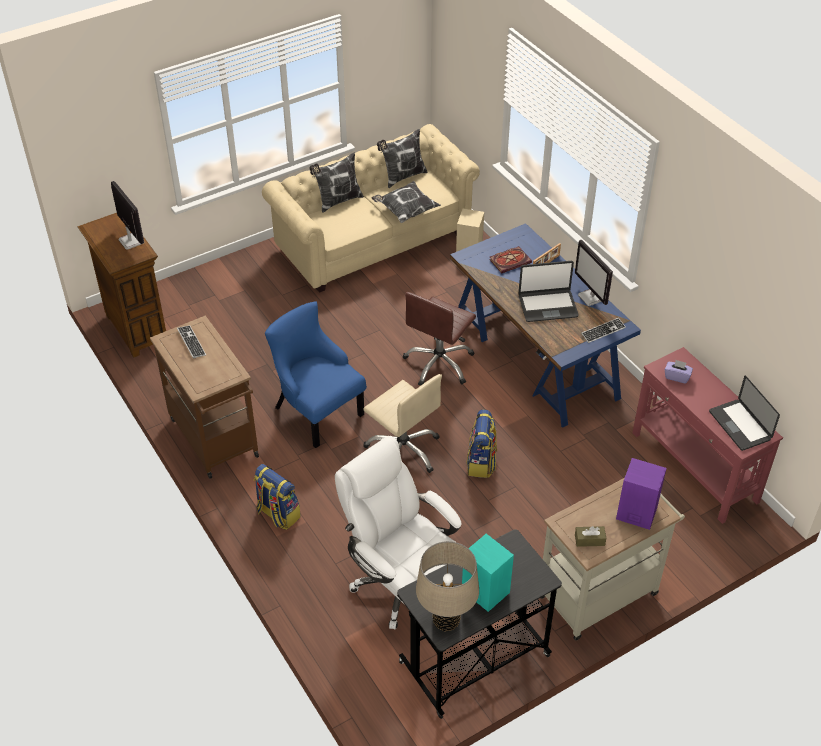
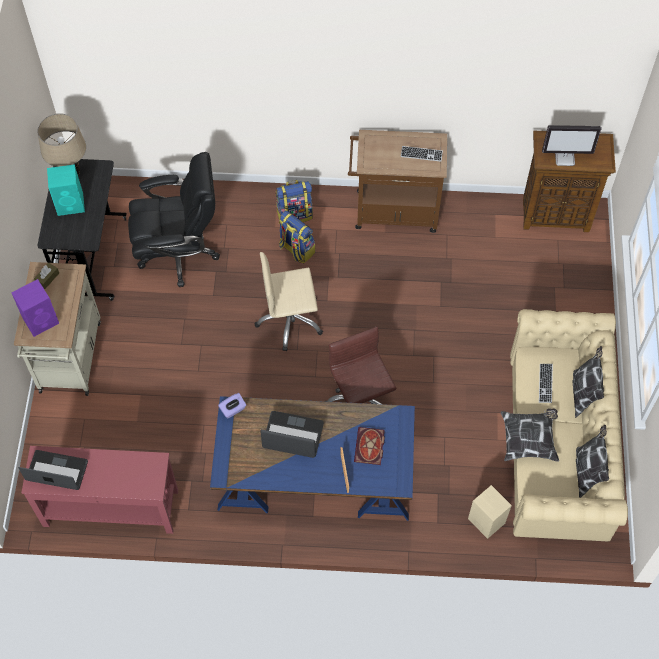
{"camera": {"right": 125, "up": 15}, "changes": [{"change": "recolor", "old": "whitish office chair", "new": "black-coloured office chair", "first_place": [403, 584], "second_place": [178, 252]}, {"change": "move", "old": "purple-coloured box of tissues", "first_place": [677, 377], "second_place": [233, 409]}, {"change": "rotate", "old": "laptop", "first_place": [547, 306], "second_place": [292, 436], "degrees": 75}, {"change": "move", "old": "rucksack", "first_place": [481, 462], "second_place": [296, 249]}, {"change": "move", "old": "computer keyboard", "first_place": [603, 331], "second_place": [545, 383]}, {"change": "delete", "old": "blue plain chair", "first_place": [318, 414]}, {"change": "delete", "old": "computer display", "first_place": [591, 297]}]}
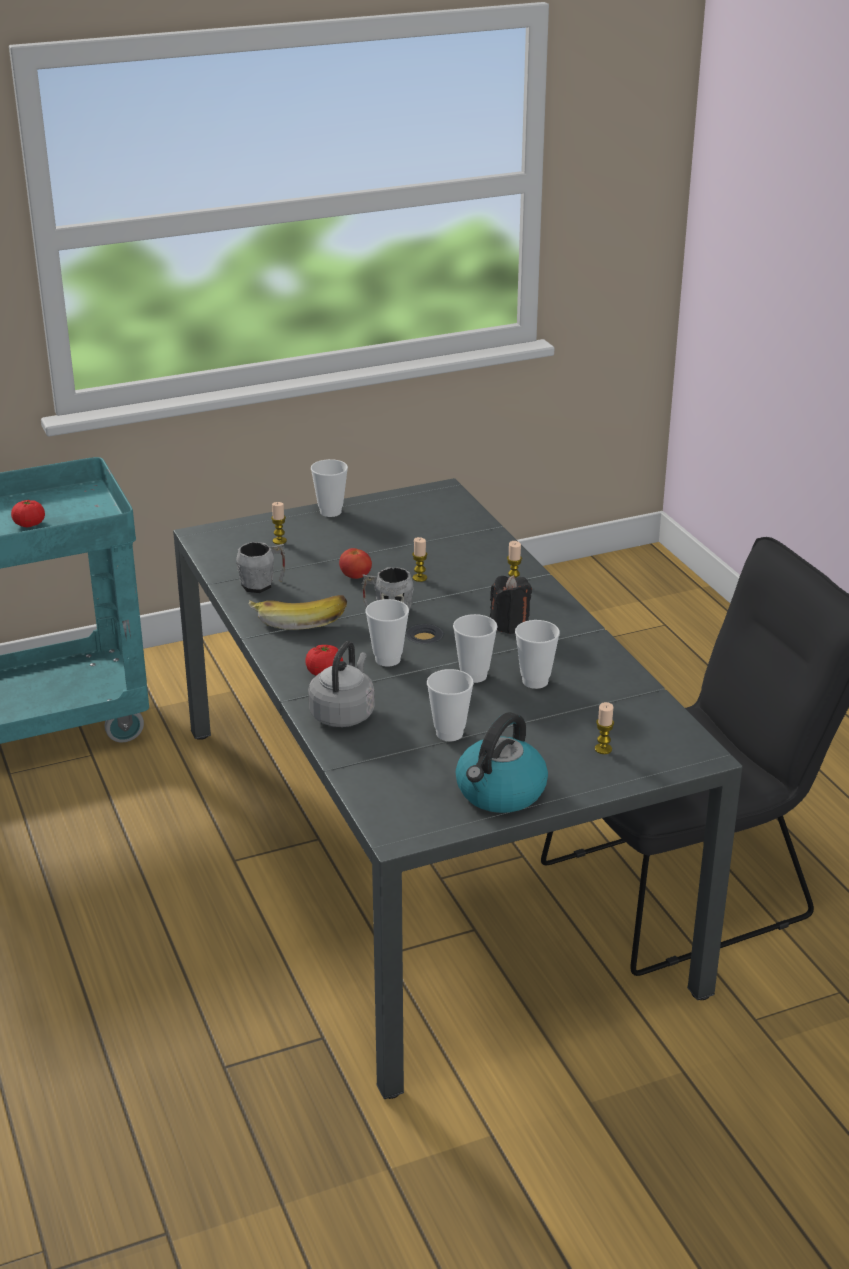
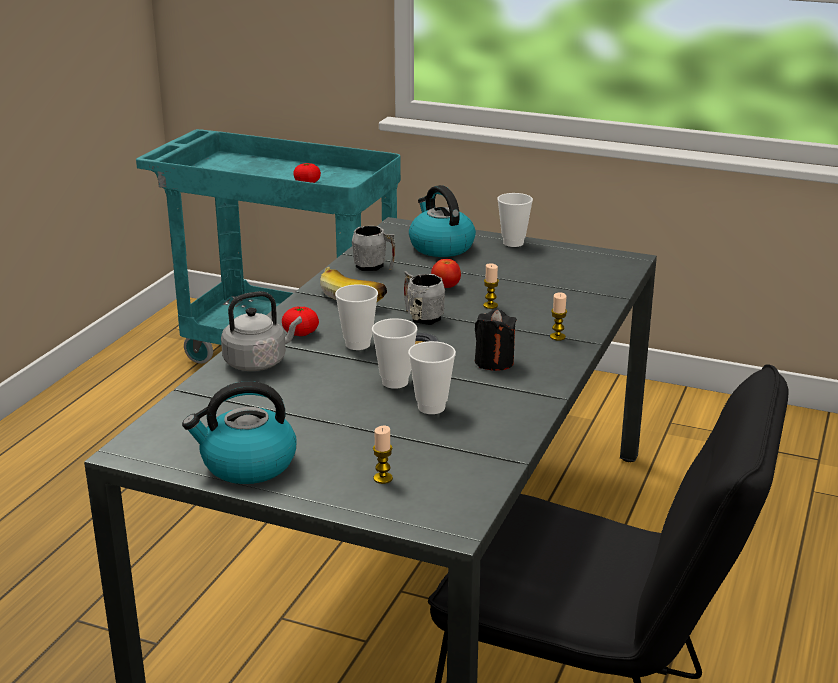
{"camera": {"right": 45, "up": -5}, "changes": [{"change": "replace", "old": "candle", "new": "tea kettle", "first_place": [279, 541], "second_place": [440, 247]}, {"change": "delete", "old": "drinking cup", "first_place": [449, 733]}]}
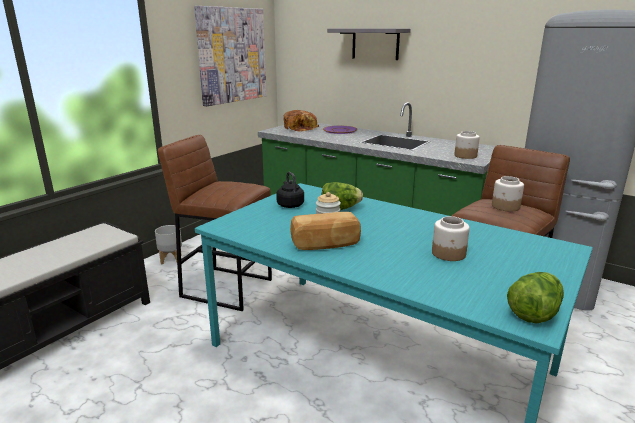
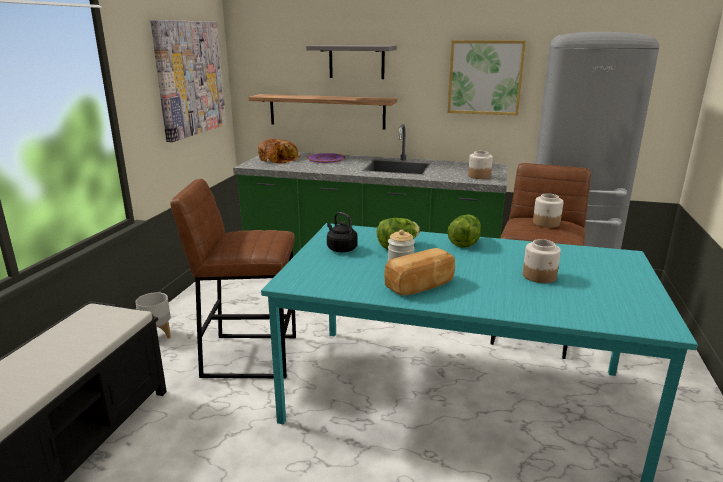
{"camera": {"right": -20, "up": 0}, "changes": [{"change": "insert", "new": "wall shelf", "second_place": [326, 111]}, {"change": "insert", "new": "wall picture", "second_place": [485, 77]}, {"change": "move", "old": "lettuce", "first_place": [534, 313], "second_place": [464, 243]}]}
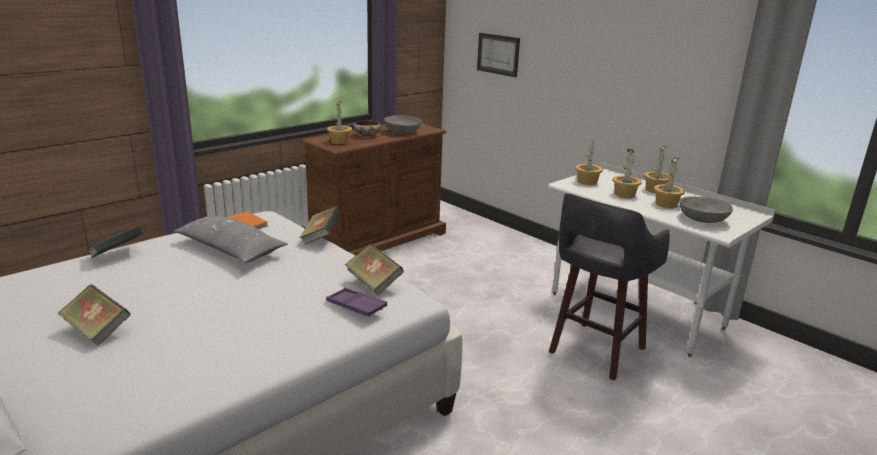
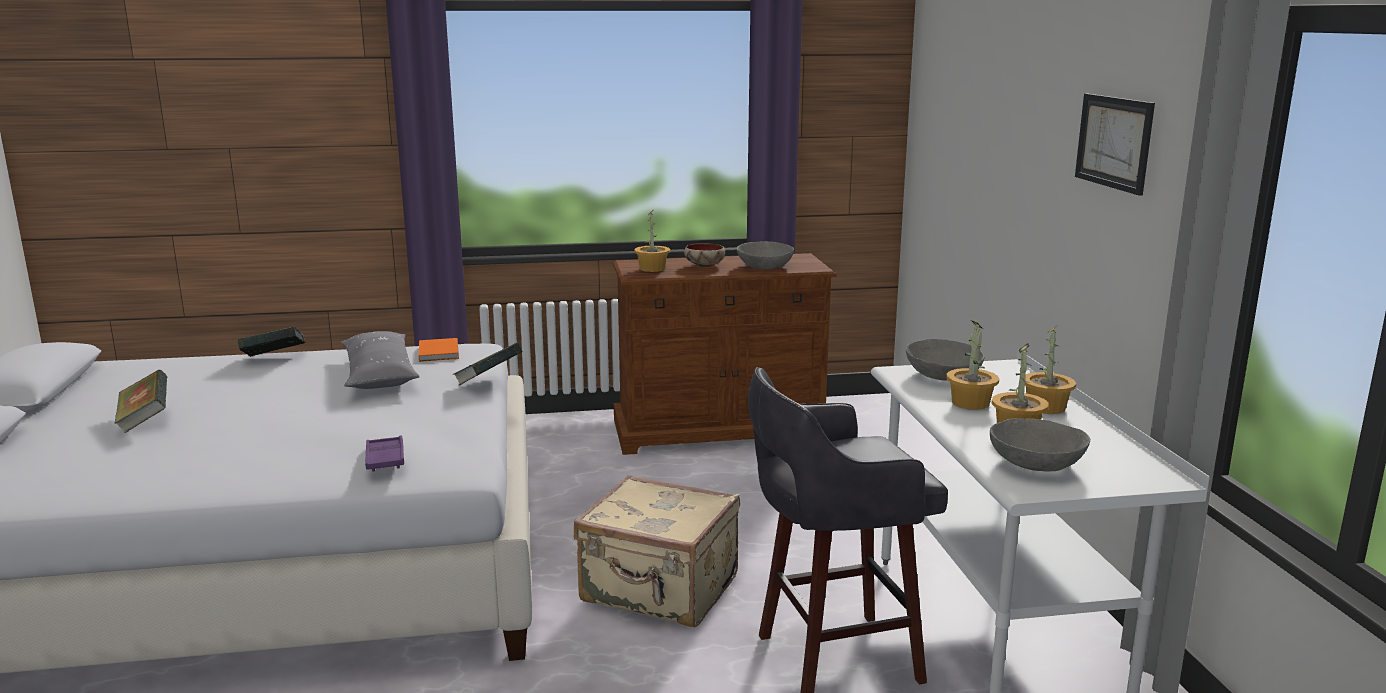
{"camera": {"right": 35, "up": -5}, "changes": [{"change": "insert", "new": "beige piece of luggage", "second_place": [659, 591]}, {"change": "replace", "old": "houseplant", "new": "gray serving bowl", "first_place": [586, 182], "second_place": [942, 375]}, {"change": "move", "old": "wall picture", "first_place": [498, 54], "second_place": [1114, 142]}, {"change": "delete", "old": "volume", "first_place": [373, 283]}]}
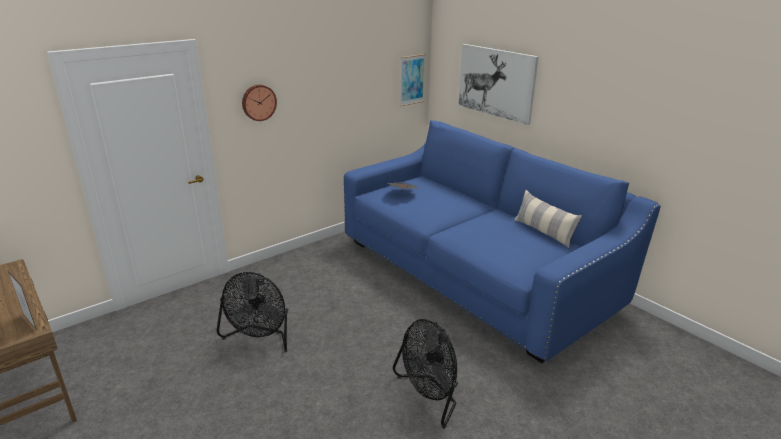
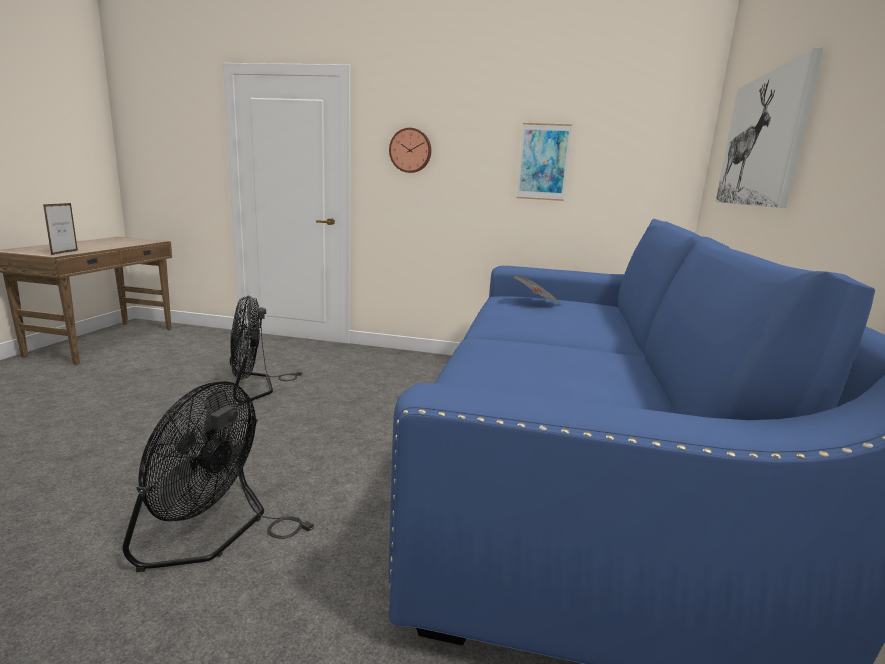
{"camera": {"right": 50, "up": -10}, "changes": [{"change": "move", "old": "wall picture", "first_place": [412, 80], "second_place": [543, 162]}, {"change": "delete", "old": "cushion", "first_place": [543, 232]}]}
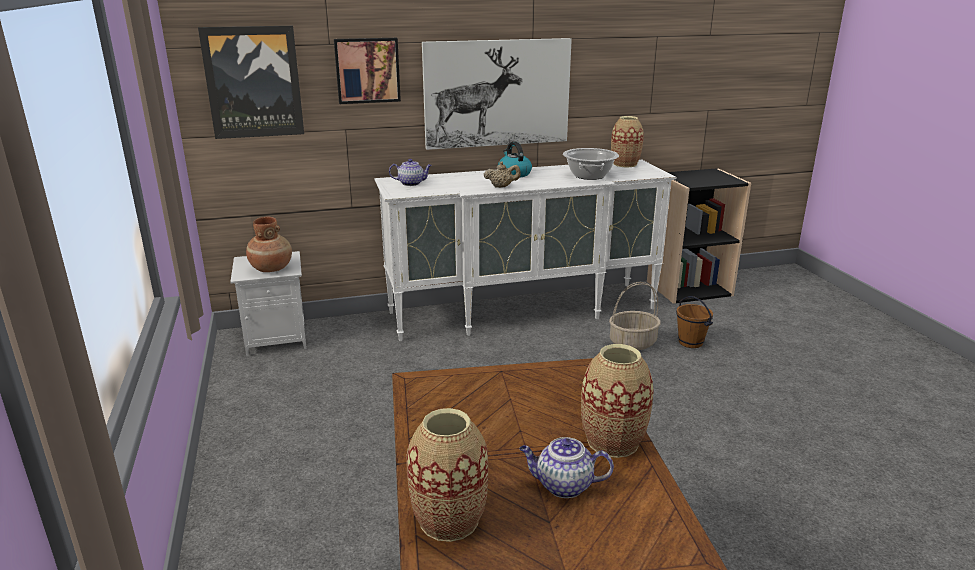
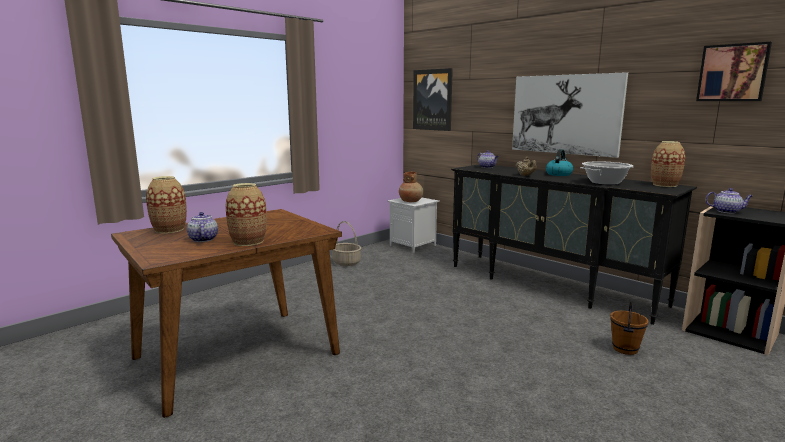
{"camera": {"right": 60, "up": -10}, "changes": [{"change": "move", "old": "household basket", "first_place": [633, 342], "second_place": [346, 262]}, {"change": "recolor", "old": "whitish cupboard", "new": "black-coloured cupboard", "first_place": [523, 311], "second_place": [550, 285]}, {"change": "move", "old": "wall picture", "first_place": [367, 70], "second_place": [733, 73]}, {"change": "insert", "new": "teapot", "second_place": [727, 211]}]}
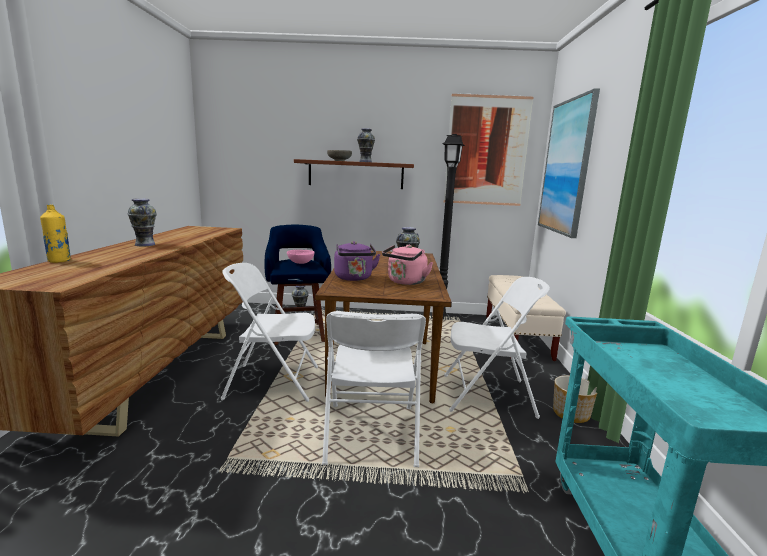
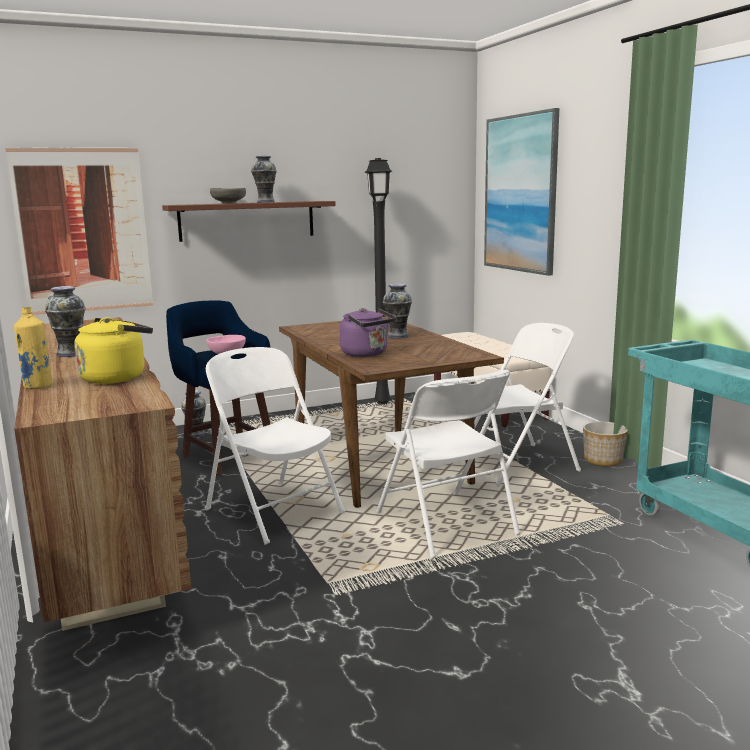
{"camera": {"right": -25, "up": 0}, "changes": [{"change": "move", "old": "wall picture", "first_place": [486, 151], "second_place": [83, 230]}, {"change": "insert", "new": "yellow tea kettle", "second_place": [117, 377]}, {"change": "rotate", "old": "whitish plain chair", "first_place": [273, 382], "second_place": [275, 511], "degrees": 75}, {"change": "delete", "old": "pink tea kettle", "first_place": [405, 282]}]}
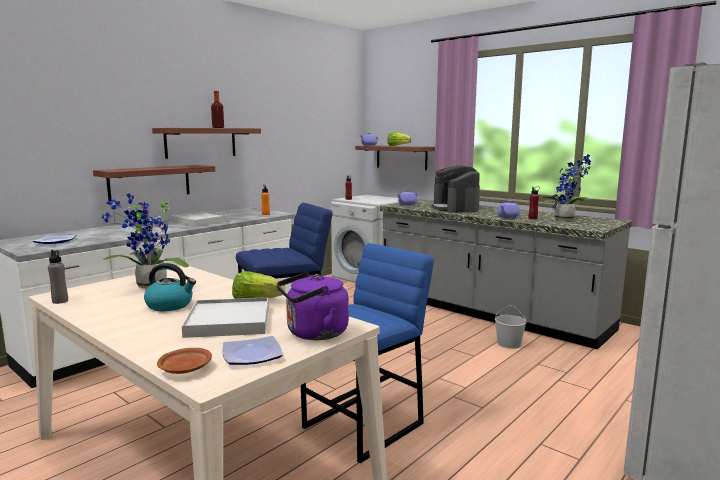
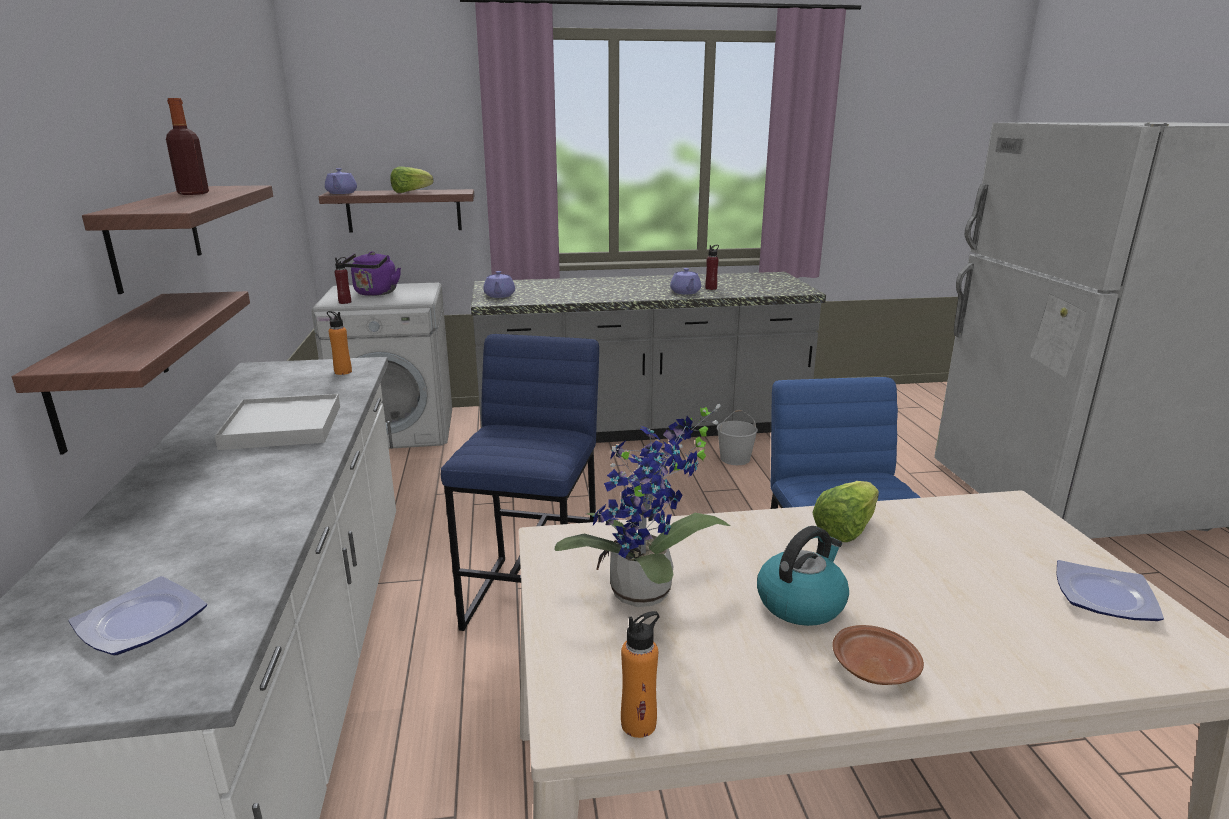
{"camera": {"right": -50, "up": 10}, "changes": [{"change": "move", "old": "purple-coloured tea kettle", "first_place": [313, 333], "second_place": [374, 293]}, {"change": "recolor", "old": "gray drink bottle", "new": "orange drink bottle", "first_place": [60, 301], "second_place": [638, 724]}, {"change": "move", "old": "brown flat dish", "first_place": [185, 369], "second_place": [873, 667]}, {"change": "delete", "old": "whitish carrying tray", "first_place": [228, 321]}, {"change": "delete", "old": "coffee brewer", "first_place": [455, 208]}, {"change": "delete", "old": "houseplant", "first_place": [566, 219]}]}
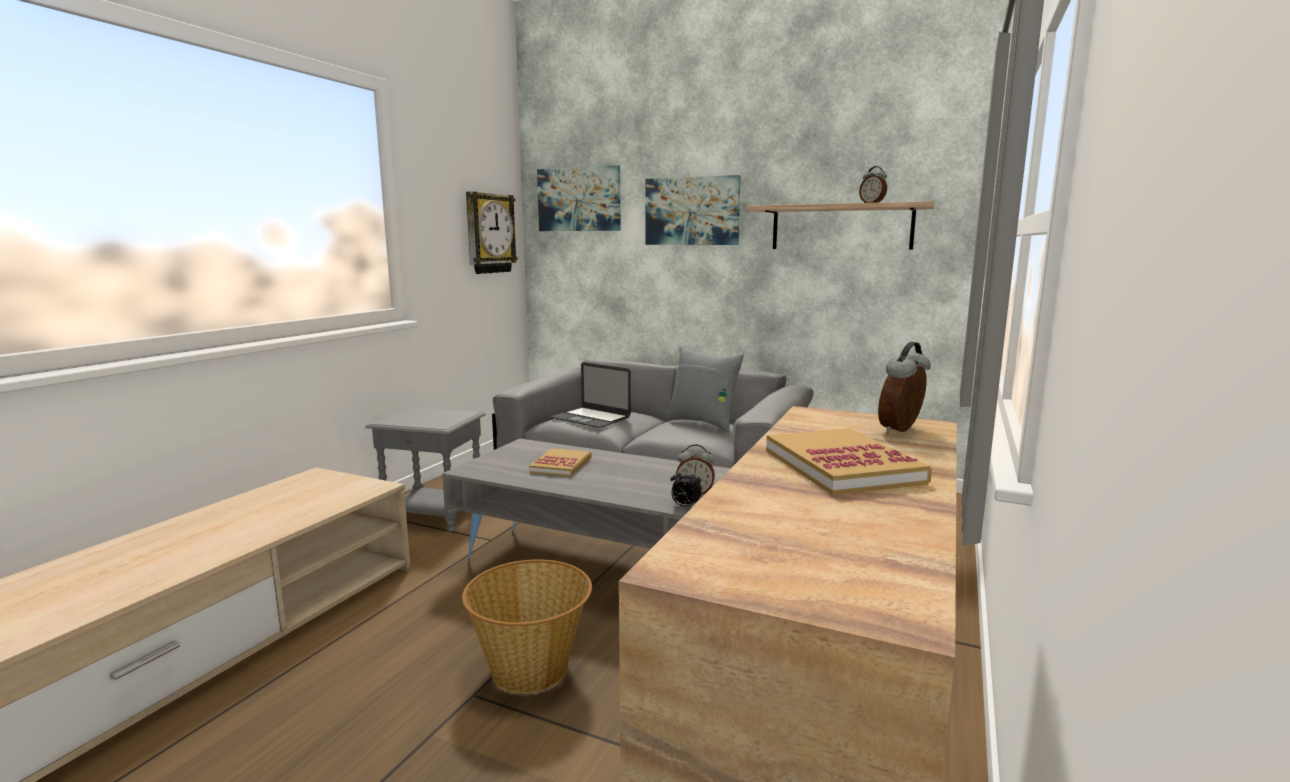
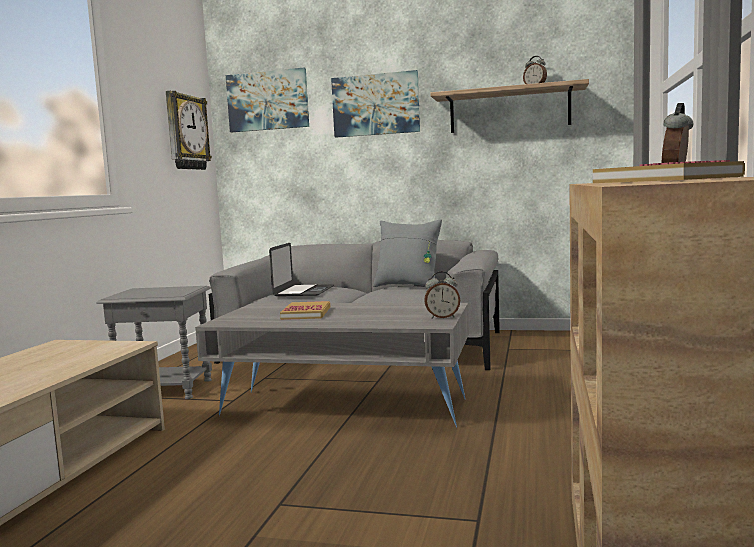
{"camera": {"right": -10, "up": -5}, "changes": [{"change": "rotate", "old": "laptop", "first_place": [591, 418], "second_place": [304, 291], "degrees": -105}, {"change": "delete", "old": "household basket", "first_place": [531, 669]}, {"change": "delete", "old": "alarm clock", "first_place": [685, 506]}]}
